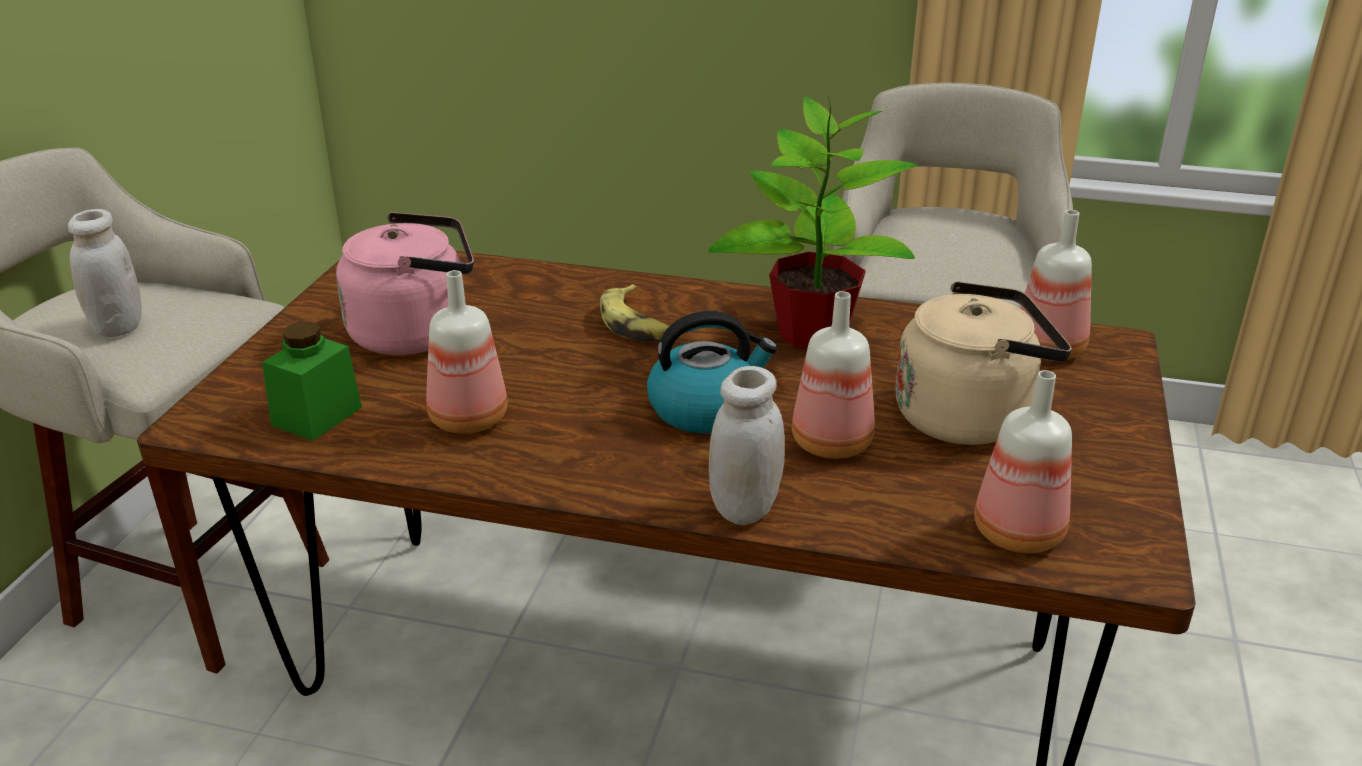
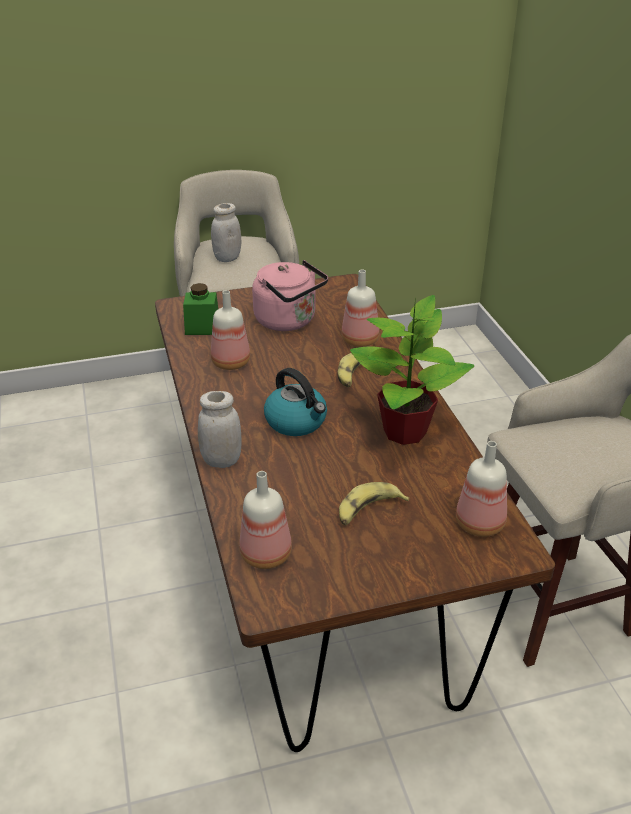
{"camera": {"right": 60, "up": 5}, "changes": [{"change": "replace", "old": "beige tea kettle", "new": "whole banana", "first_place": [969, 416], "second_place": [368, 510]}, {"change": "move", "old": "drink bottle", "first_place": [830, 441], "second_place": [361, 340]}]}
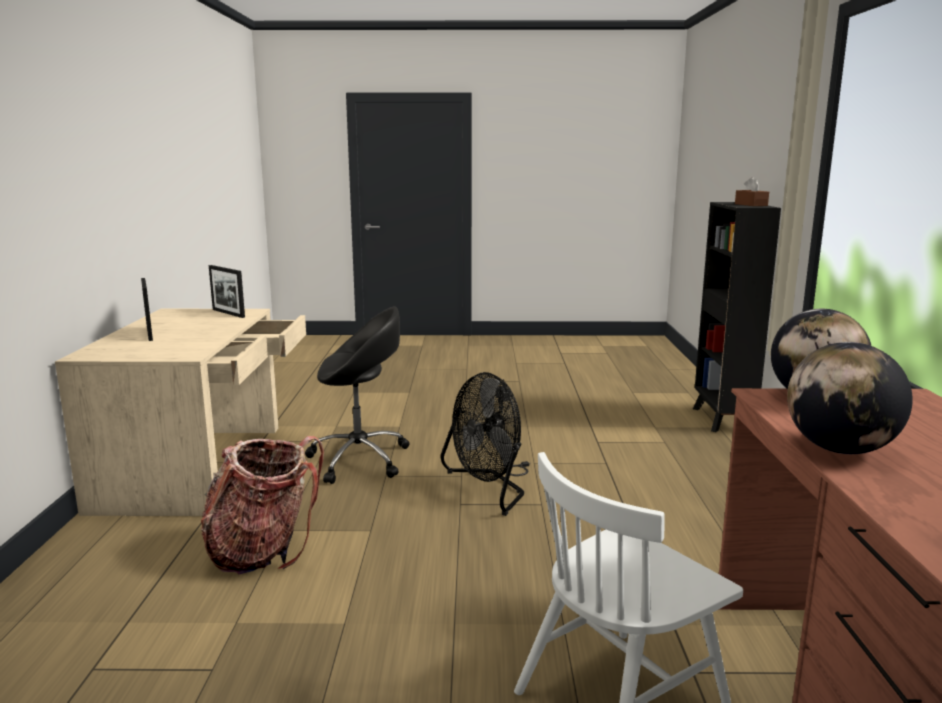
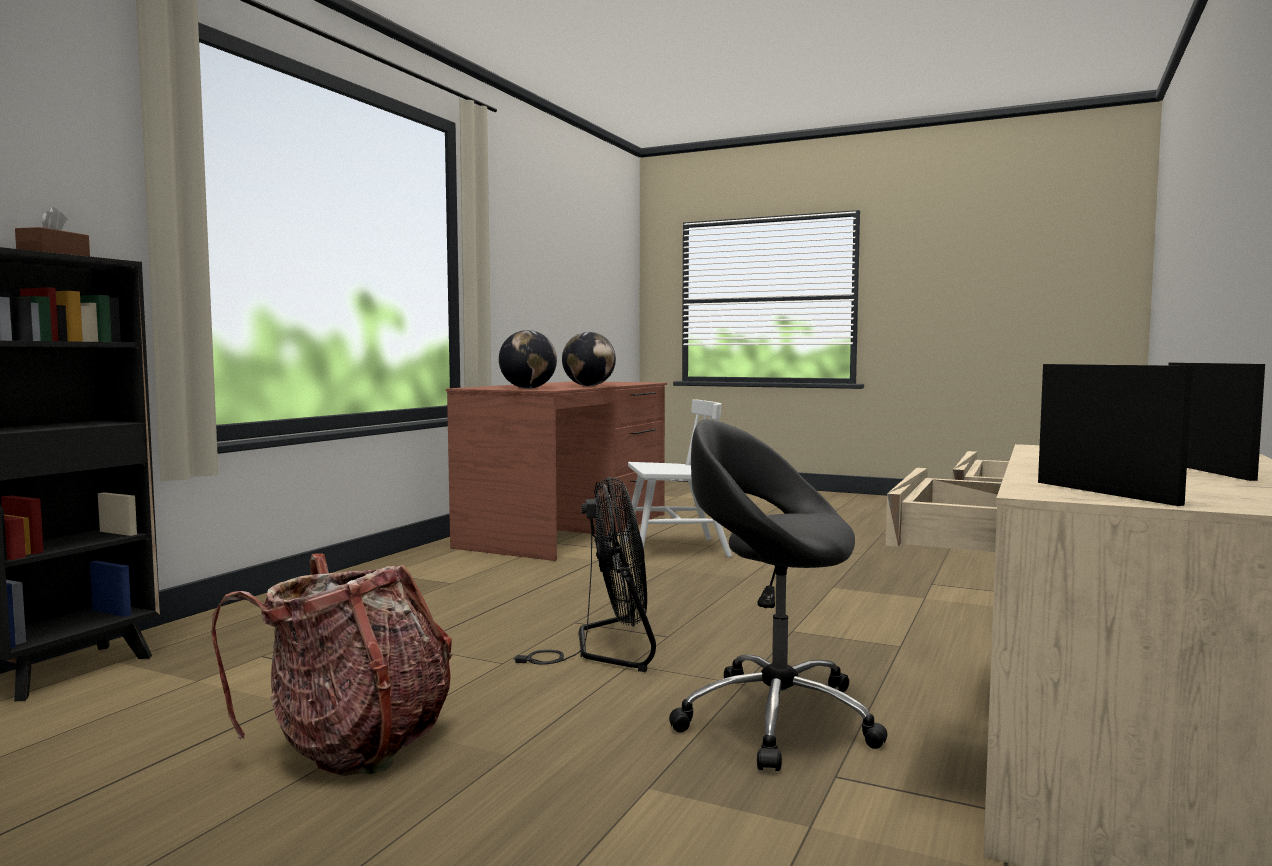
{"camera": {"right": -155, "up": -10}, "changes": [{"change": "move", "old": "rucksack", "first_place": [264, 551], "second_place": [354, 744]}]}
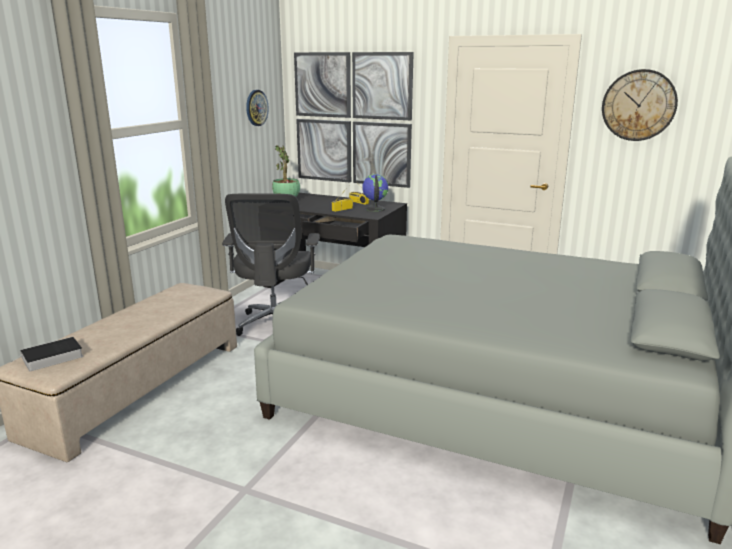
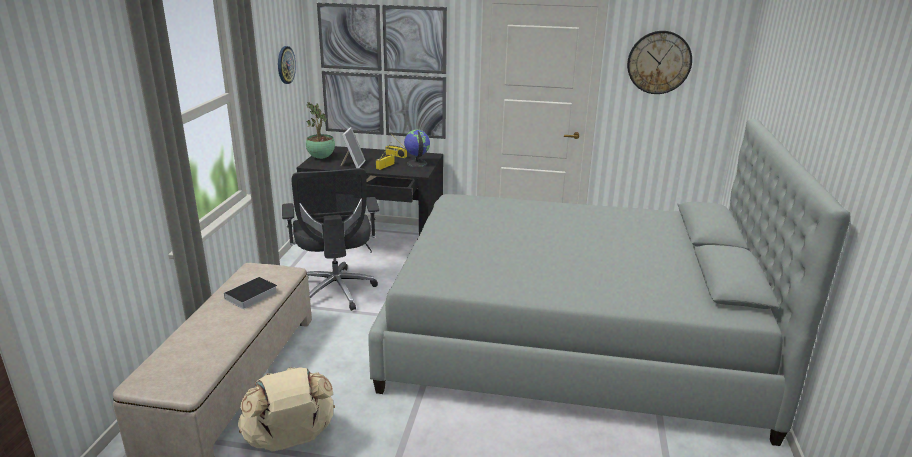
{"camera": {"right": -15, "up": 5}, "changes": [{"change": "move", "old": "volume", "first_place": [50, 358], "second_place": [250, 296]}, {"change": "insert", "new": "beige rucksack", "second_place": [290, 440]}, {"change": "insert", "new": "picture frame", "second_place": [353, 164]}]}
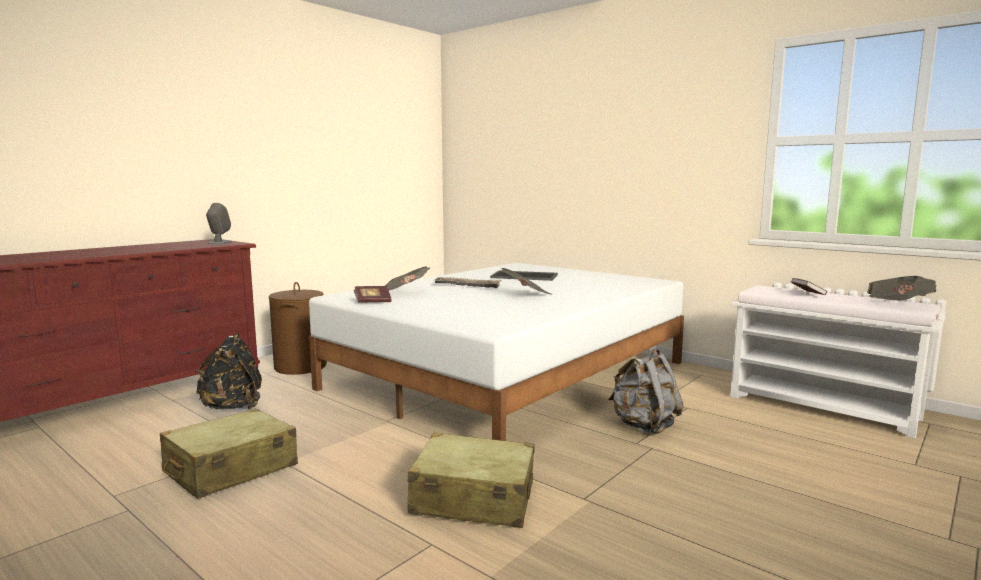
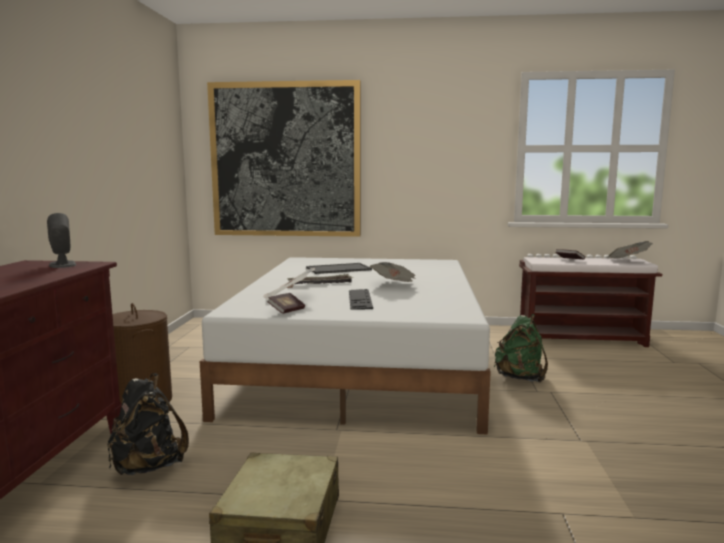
{"camera": {"right": -35, "up": 0}, "changes": [{"change": "insert", "new": "wall picture", "second_place": [286, 160]}, {"change": "insert", "new": "computer keyboard", "second_place": [360, 299]}, {"change": "recolor", "old": "gray rucksack", "new": "green-coloured rucksack", "first_place": [644, 426], "second_place": [520, 378]}, {"change": "recolor", "old": "whitish long seat", "new": "brown long seat", "first_place": [824, 407], "second_place": [582, 338]}, {"change": "delete", "old": "beige piece of luggage", "first_place": [473, 499]}]}
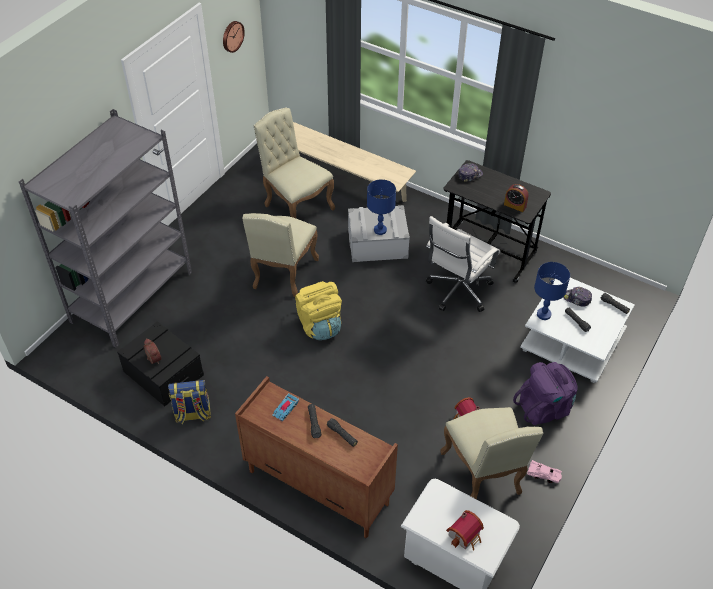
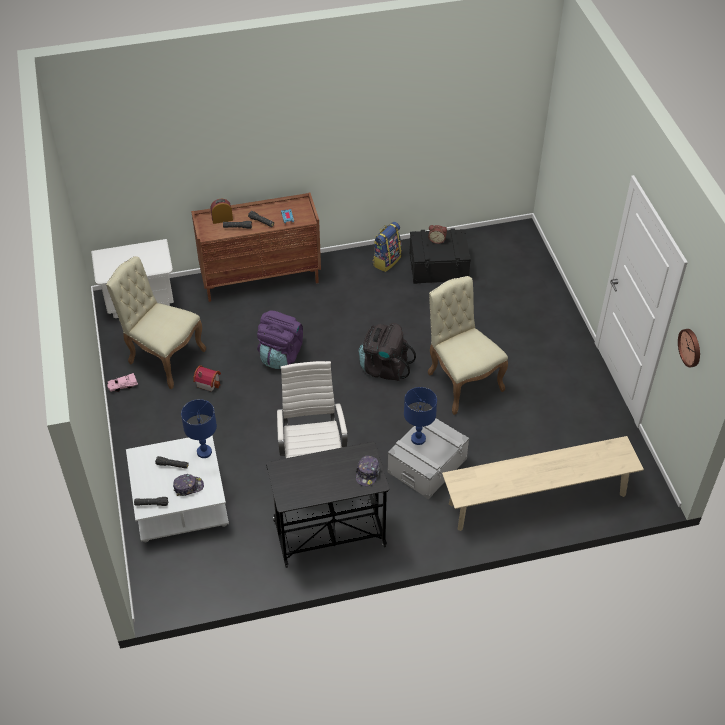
{"camera": {"right": 135, "up": 0}, "changes": [{"change": "move", "old": "alarm clock", "first_place": [515, 205], "second_place": [222, 219]}, {"change": "move", "old": "purple-coloured rucksack", "first_place": [544, 408], "second_place": [281, 354]}, {"change": "recolor", "old": "yellow rucksack", "new": "black-coloured rucksack", "first_place": [319, 325], "second_place": [384, 367]}, {"change": "delete", "old": "gray shelving unit", "first_place": [132, 296]}, {"change": "delete", "old": "beige plain chair", "first_place": [296, 208]}, {"change": "delete", "old": "miniature house", "first_place": [465, 535]}]}
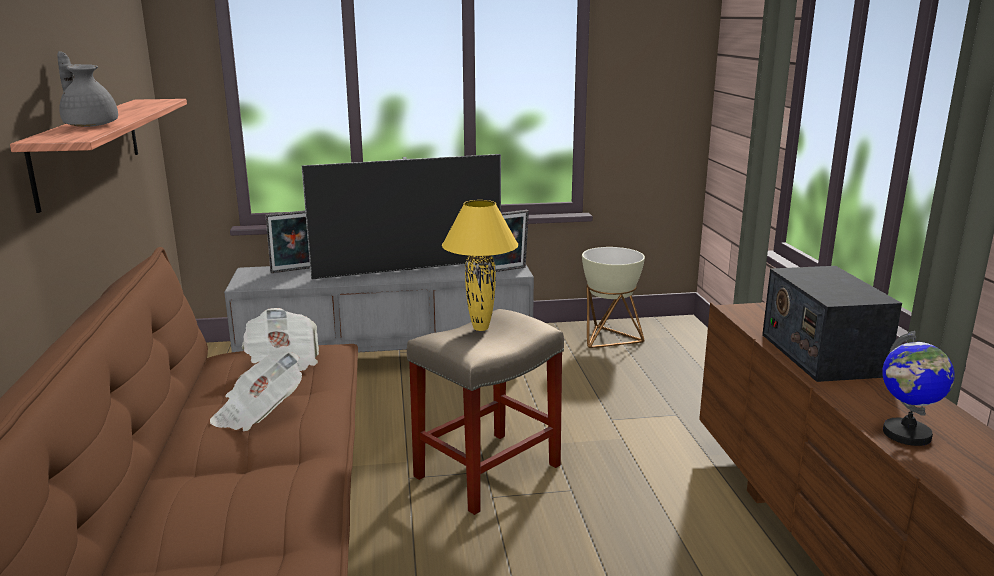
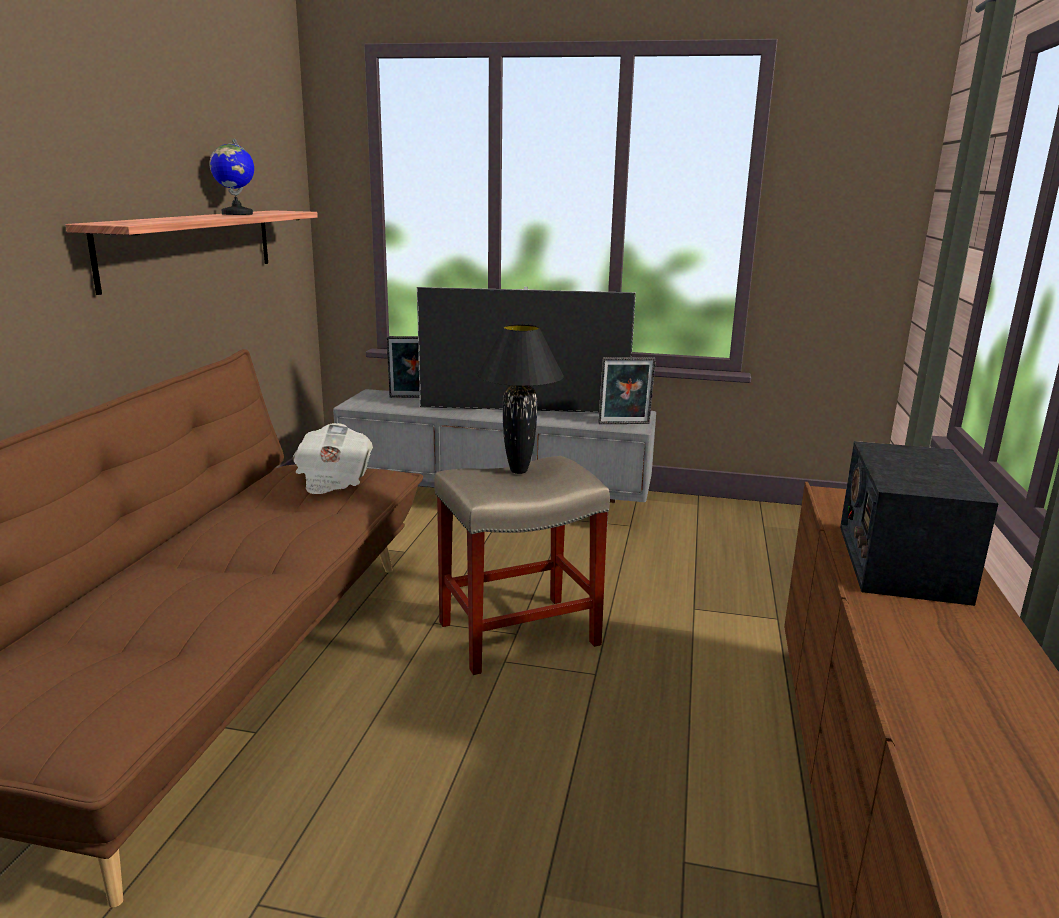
{"camera": {"right": 20, "up": 0}, "changes": [{"change": "move", "old": "globe", "first_place": [906, 434], "second_place": [236, 214]}, {"change": "recolor", "old": "yellow tabletop lamp", "new": "black-coloured tabletop lamp", "first_place": [481, 328], "second_place": [519, 471]}, {"change": "delete", "old": "gray teapot", "first_place": [90, 125]}, {"change": "delete", "old": "daily paper", "first_place": [258, 413]}, {"change": "delete", "old": "flower pot", "first_place": [609, 338]}]}
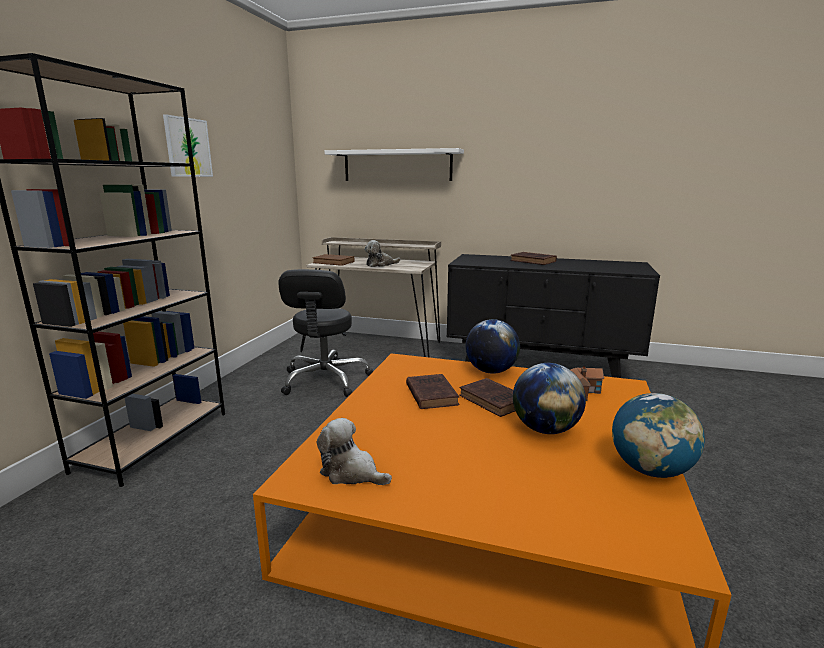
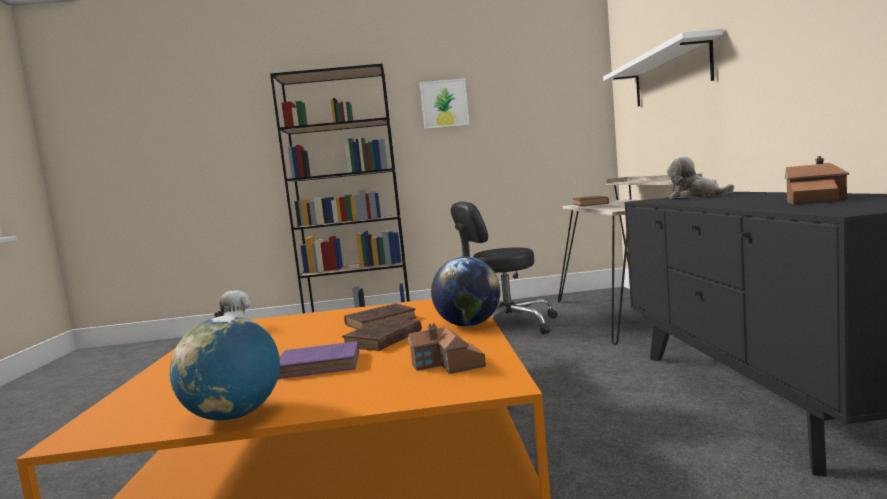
{"camera": {"right": 70, "up": -10}, "changes": [{"change": "replace", "old": "globe", "new": "purple-coloured volume", "first_place": [545, 429], "second_place": [322, 365]}, {"change": "move", "old": "plush toy", "first_place": [380, 264], "second_place": [695, 196]}, {"change": "insert", "new": "miniature house", "second_place": [816, 200]}, {"change": "delete", "old": "brown volume", "first_place": [534, 261]}]}
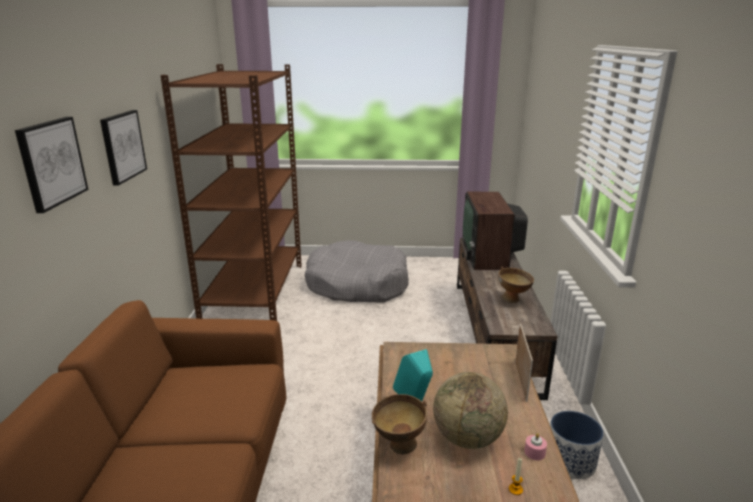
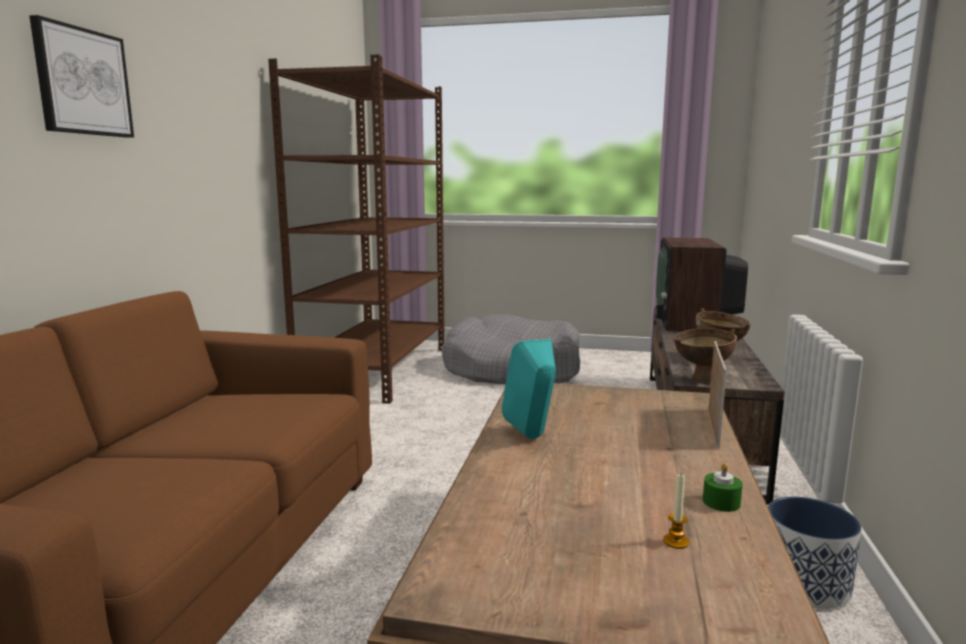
{"camera": {"right": 10, "up": -10}, "changes": [{"change": "move", "old": "brown serving bowl", "first_place": [397, 447], "second_place": [700, 381]}, {"change": "recolor", "old": "pink candle", "new": "green-coloured candle", "first_place": [534, 452], "second_place": [721, 502]}, {"change": "delete", "old": "wall picture", "first_place": [122, 146]}, {"change": "delete", "old": "globe", "first_place": [467, 438]}]}
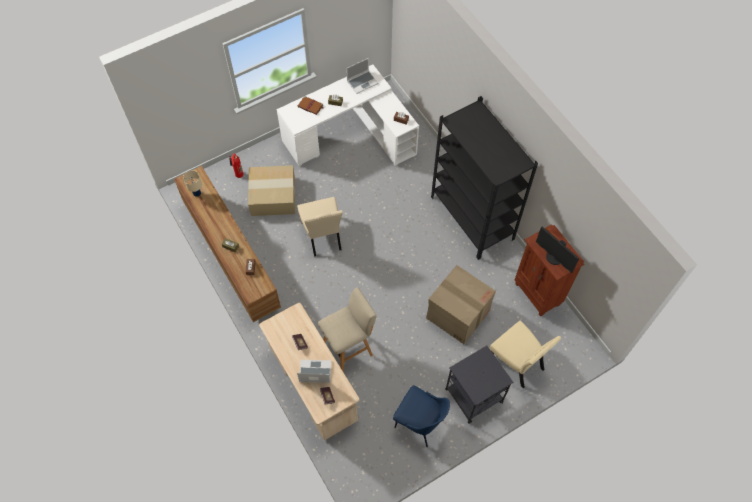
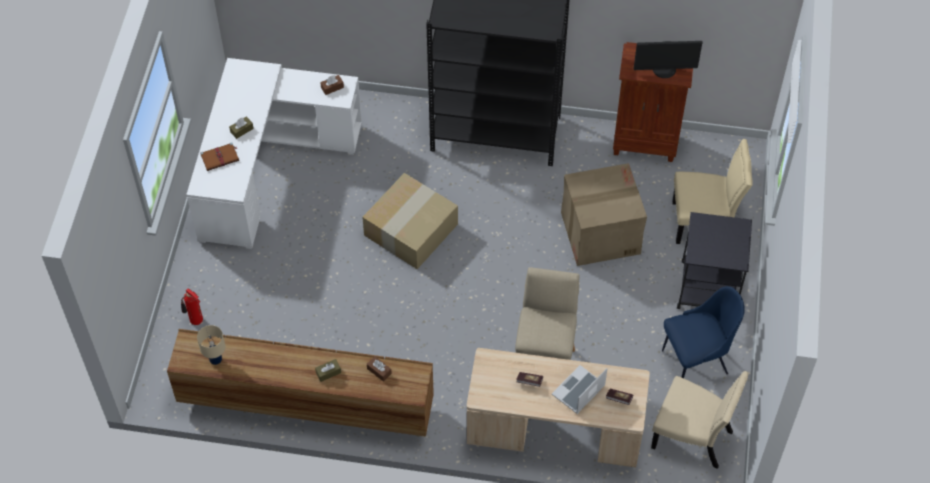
{"camera": {"right": -50, "up": -5}, "changes": [{"change": "move", "old": "packing box", "first_place": [274, 195], "second_place": [411, 228]}, {"change": "move", "old": "beige plain chair", "first_place": [322, 234], "second_place": [691, 437]}, {"change": "delete", "old": "laptop", "first_place": [362, 82]}]}
